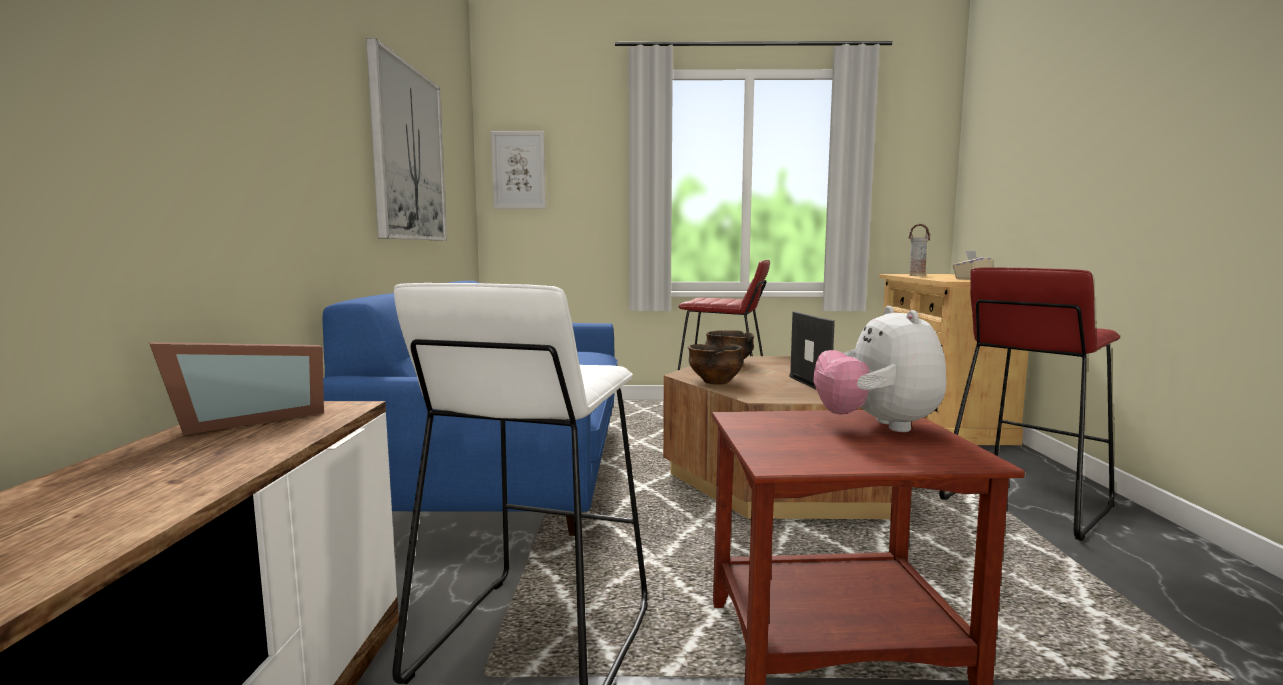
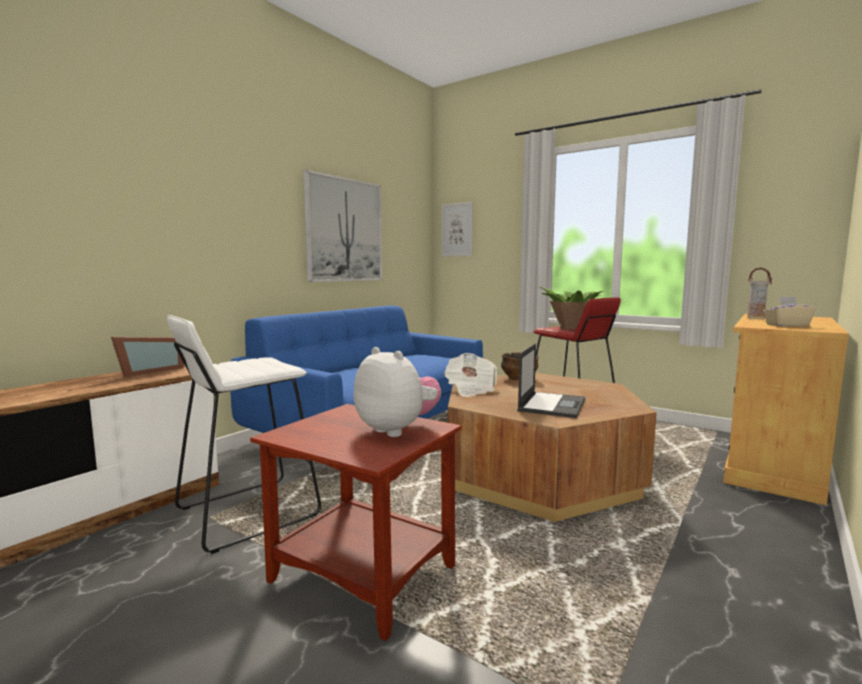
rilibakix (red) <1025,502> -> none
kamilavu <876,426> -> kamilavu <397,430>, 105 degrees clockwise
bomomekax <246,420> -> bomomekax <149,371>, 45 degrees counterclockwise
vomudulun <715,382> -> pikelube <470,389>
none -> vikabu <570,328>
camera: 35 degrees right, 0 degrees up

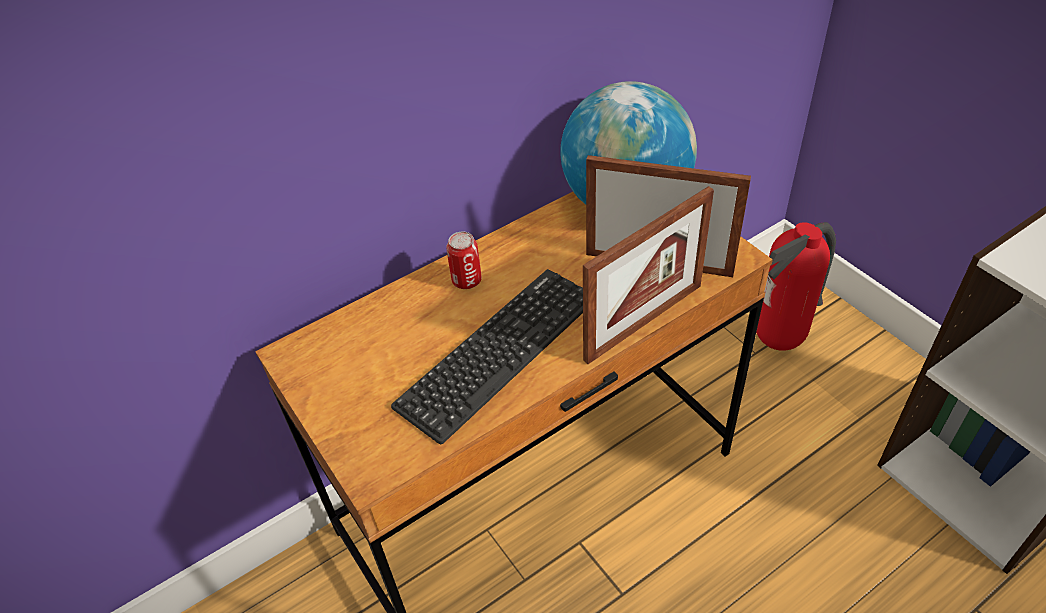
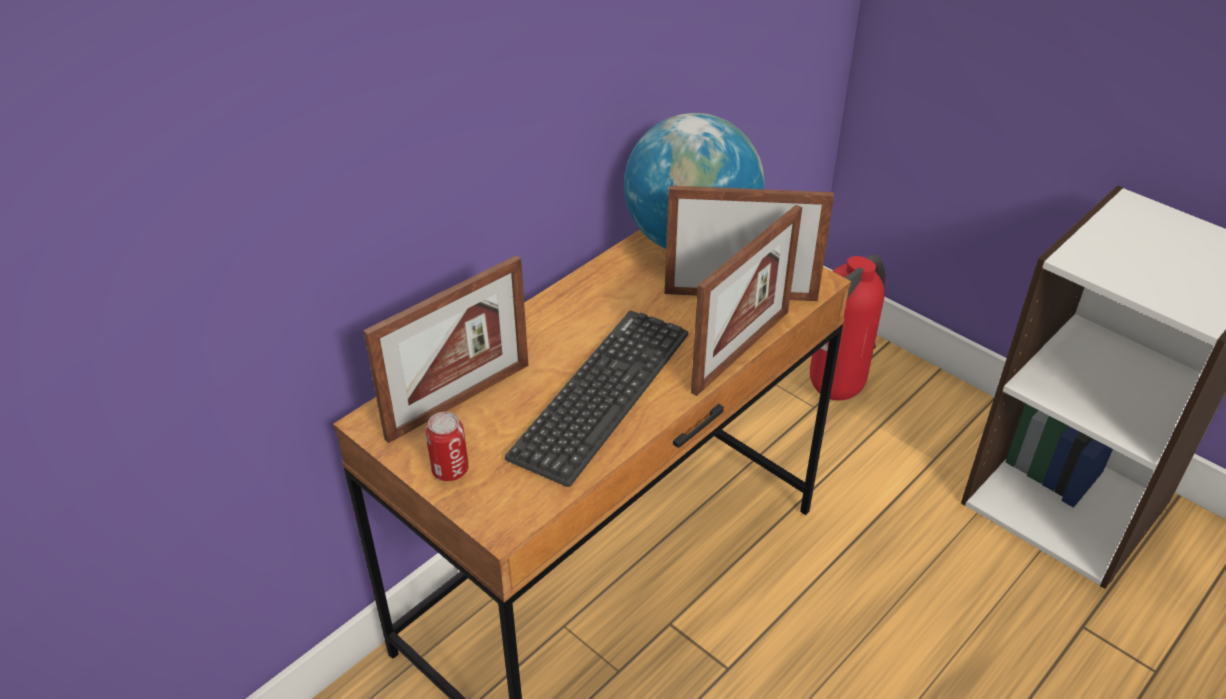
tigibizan <466,280> -> tigibizan <450,470>, shifted
none -> bomomekax <459,401>
camera: 15 degrees left, 5 degrees down

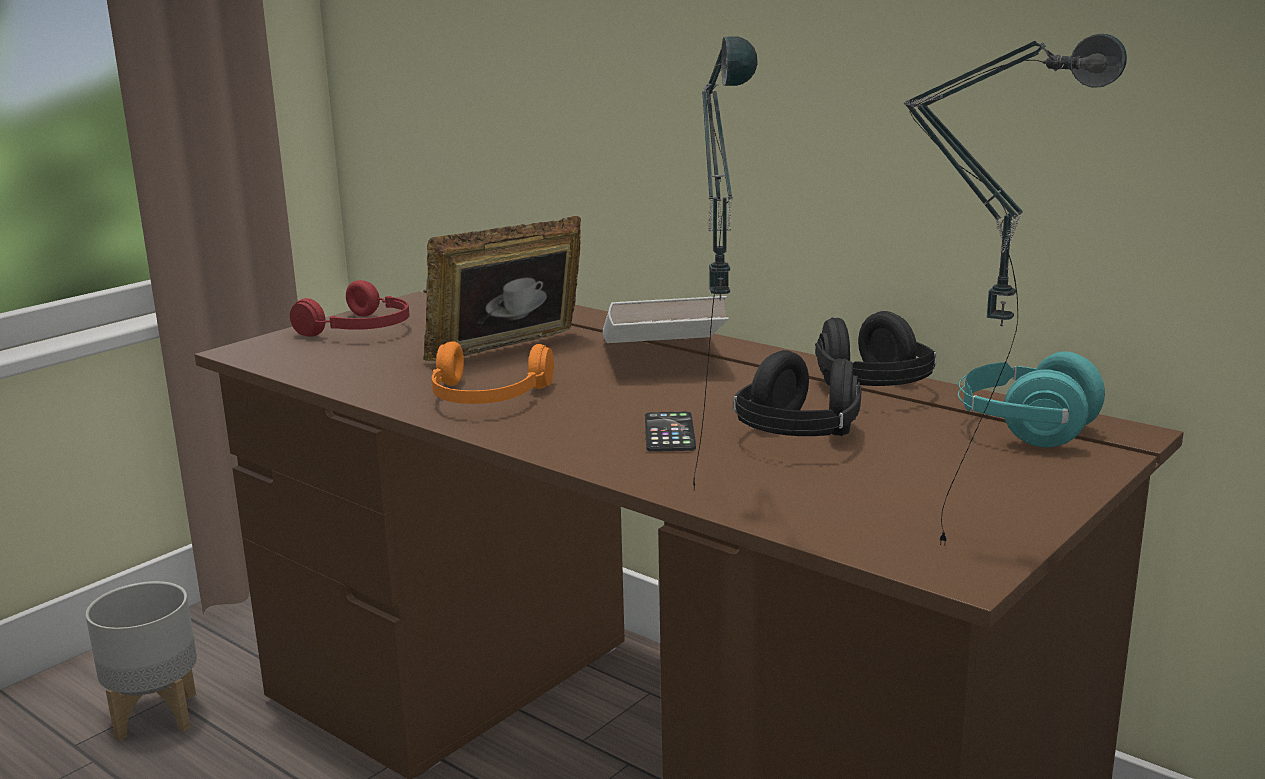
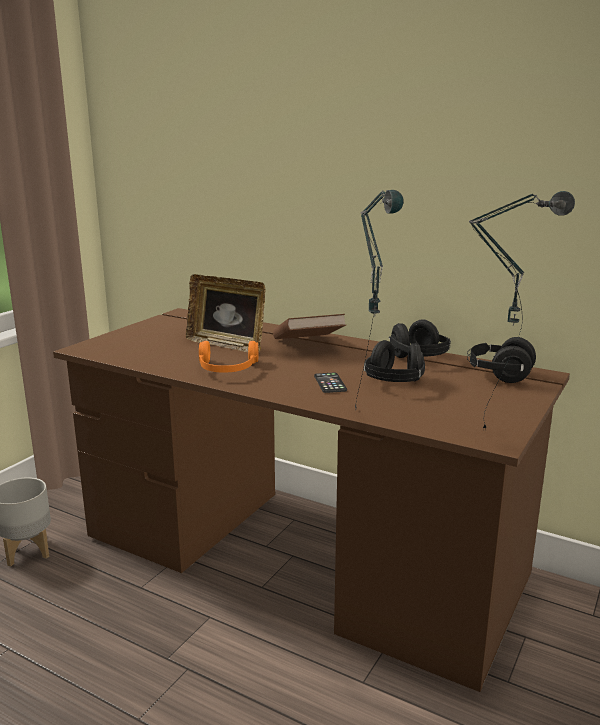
bomomekax <510,351> -> bomomekax <227,345>, 105 degrees counterclockwise
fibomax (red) <361,329> -> none
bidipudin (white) <662,358> -> bidipudin (brown) <307,346>
fibomax (turquoise) <1024,430> -> fibomax (black) <498,375>
camera: 10 degrees left, 0 degrees up

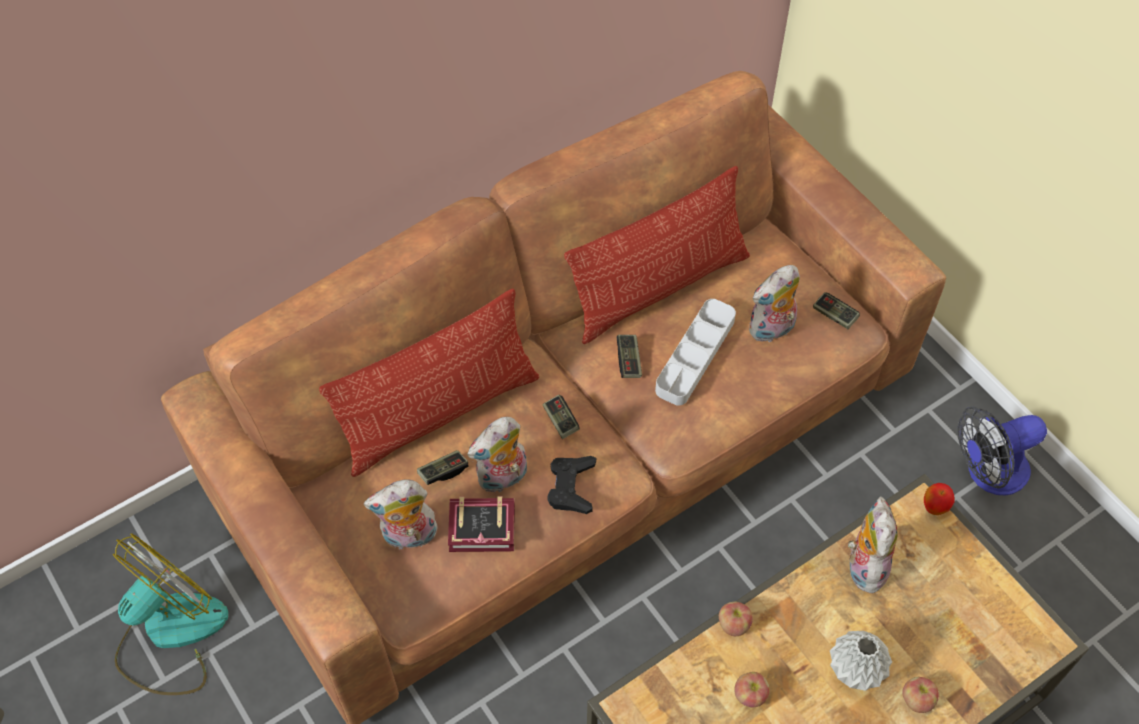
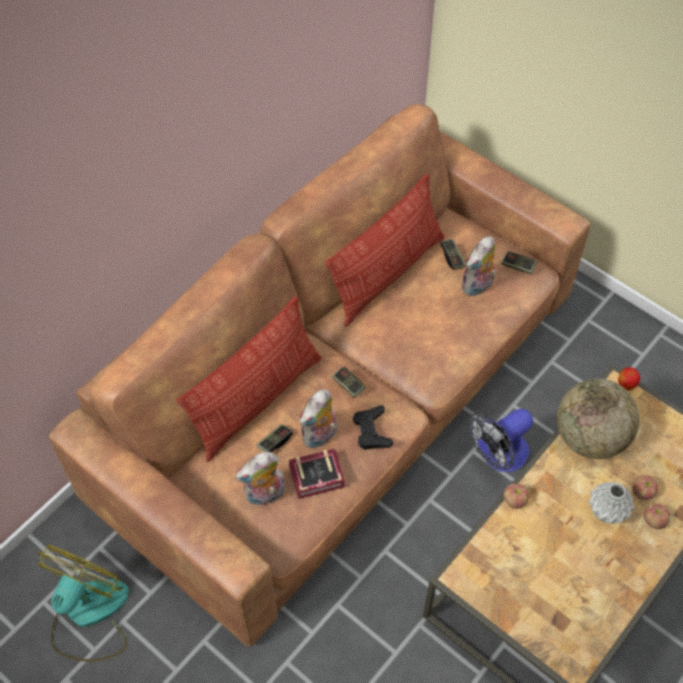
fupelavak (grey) <695,355> -> none
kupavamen <628,360> -> kupavamen <452,257>, shifted
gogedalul <988,473> -> gogedalul <498,456>, shifted
kamilavu <863,565> -> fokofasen <590,437>
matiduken <750,695> -> matiduken <642,492>, shifted
camera: 15 degrees left, 0 degrees up

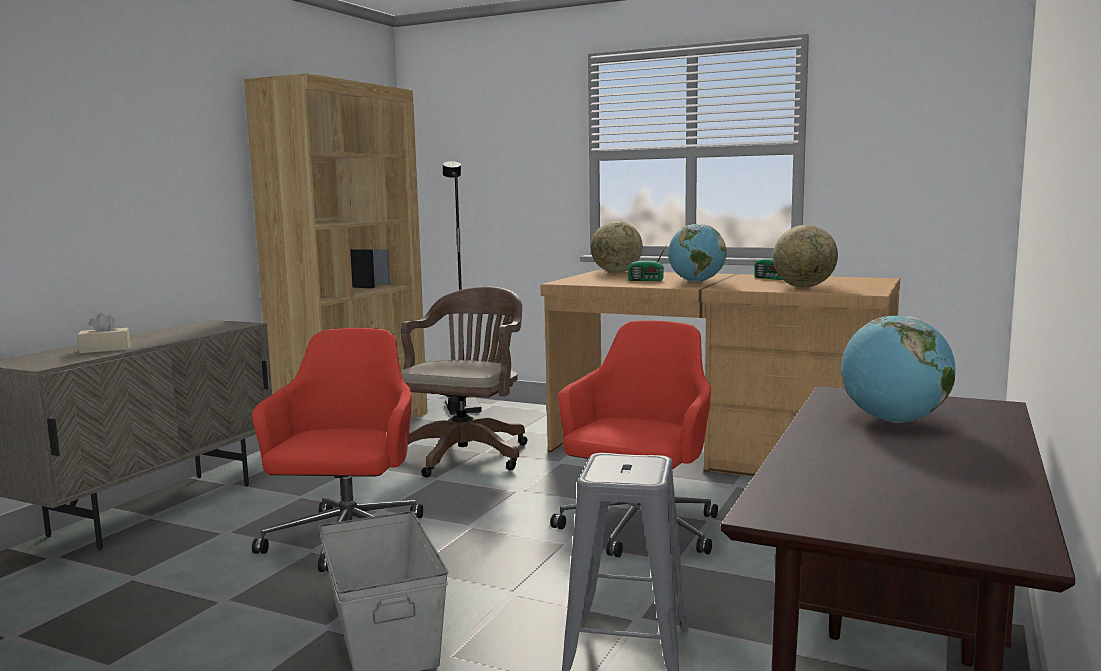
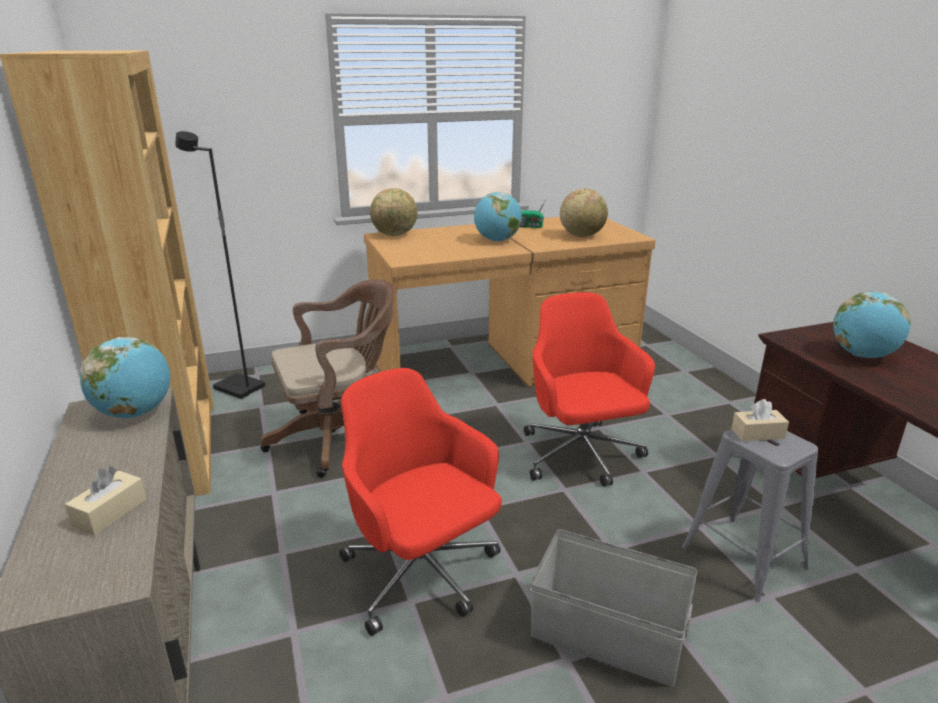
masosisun <646,280> -> none
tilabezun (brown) <466,453> -> tilabezun (brown) <339,437>, 90 degrees clockwise
none -> fokofasen <135,413>
none -> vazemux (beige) <757,433>
camera: 45 degrees left, 15 degrees up

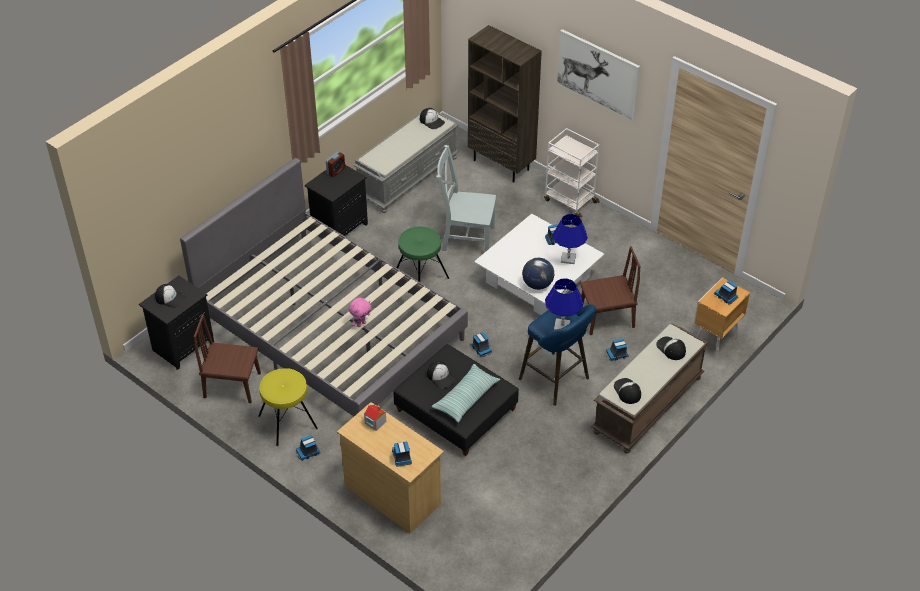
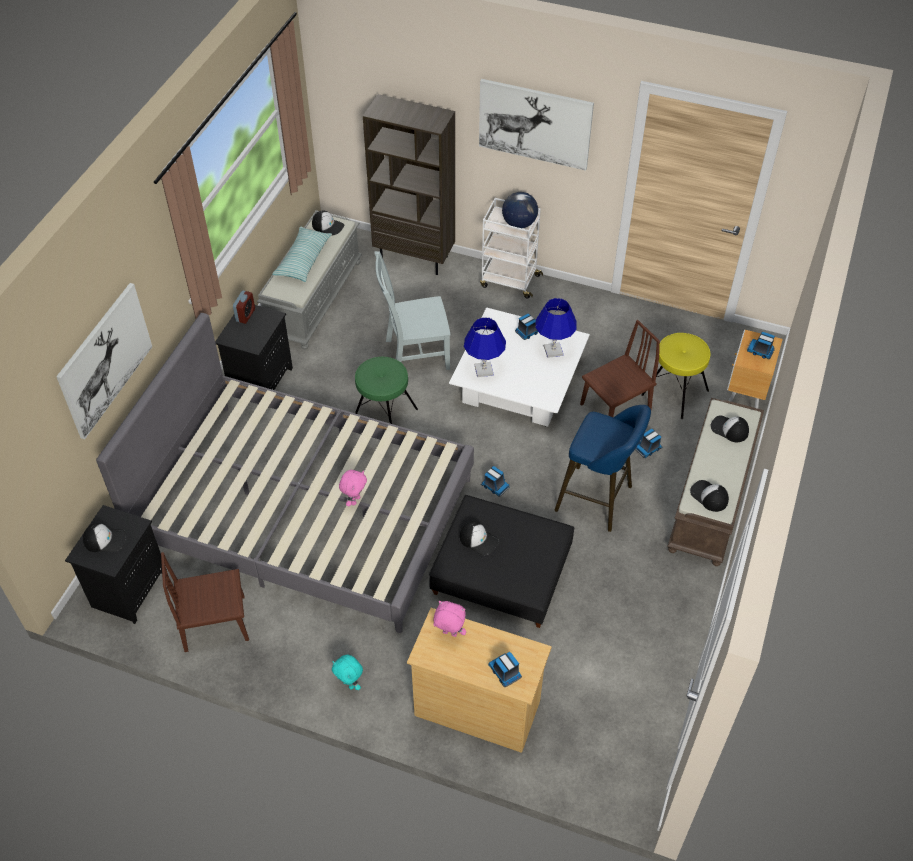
fokofasen <537,284> -> fokofasen <519,223>, shifted
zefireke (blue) <562,326> -> zefireke (blue) <484,370>, shifted
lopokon <466,398> -> lopokon <303,260>, shifted
rilibakix (yellow) <288,422> -> rilibakix (yellow) <675,392>, shifted
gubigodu <375,422> -> kamilavu (pink) <449,634>
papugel <308,452> -> kamilavu (turquoise) <349,684>
none -> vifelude <105,360>
camera: 20 degrees left, 5 degrees up

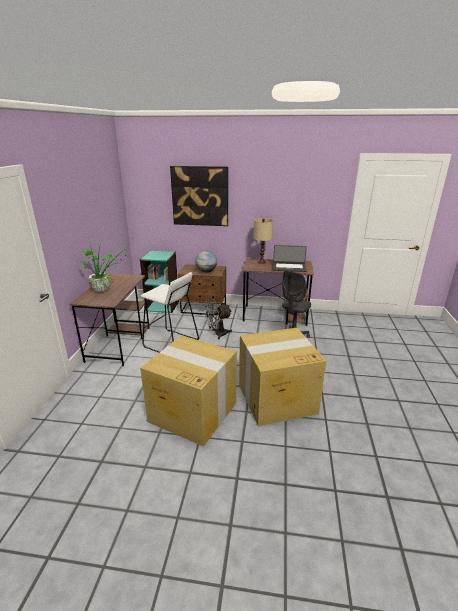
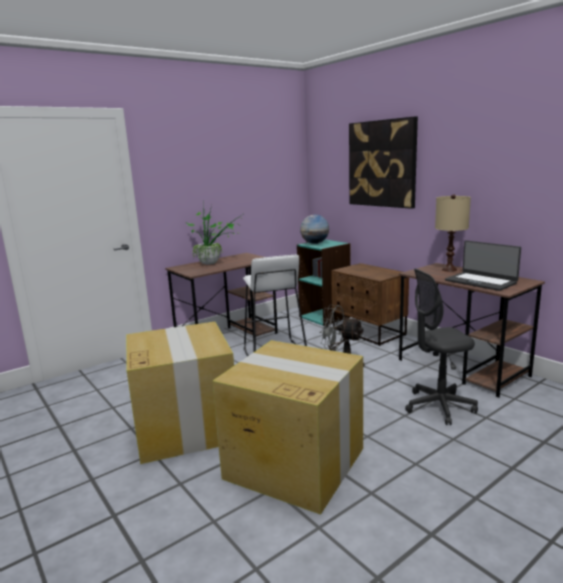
fokofasen <206,271> -> fokofasen <315,243>, shifted
camera: 45 degrees right, 10 degrees down

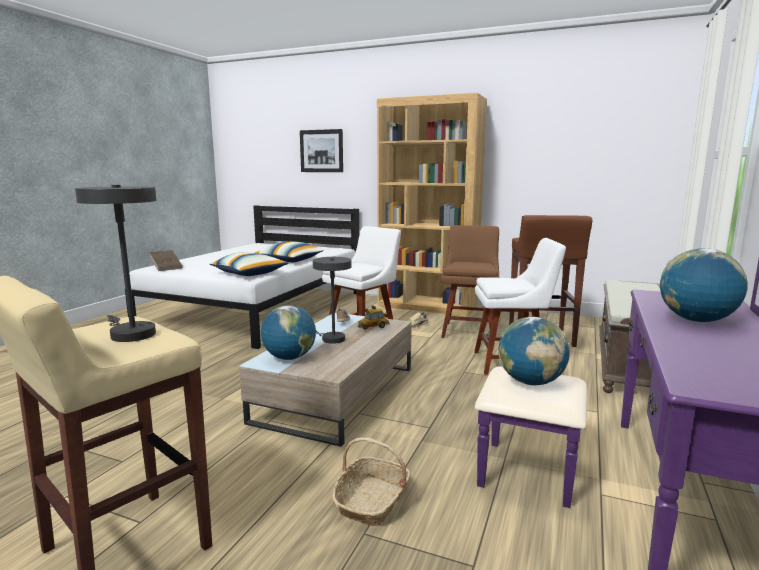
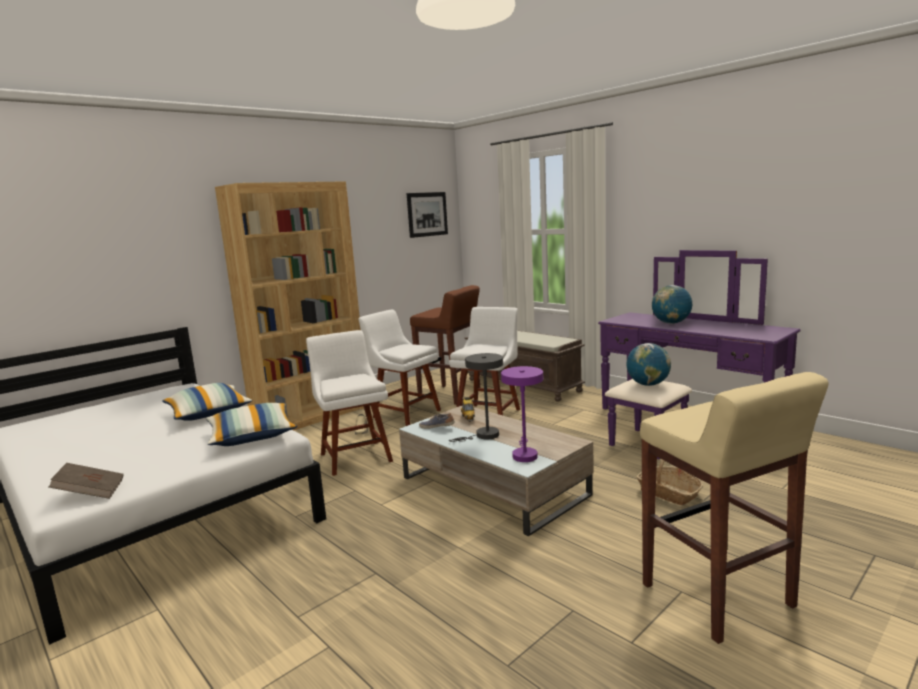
vifelude <321,151> -> vifelude <427,214>, shifted
zefireke (grey) <130,333> -> none
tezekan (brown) <469,330> -> tezekan (white) <404,413>
fokofasen <289,358> -> zefireke (purple) <524,454>
camera: 65 degrees left, 0 degrees up

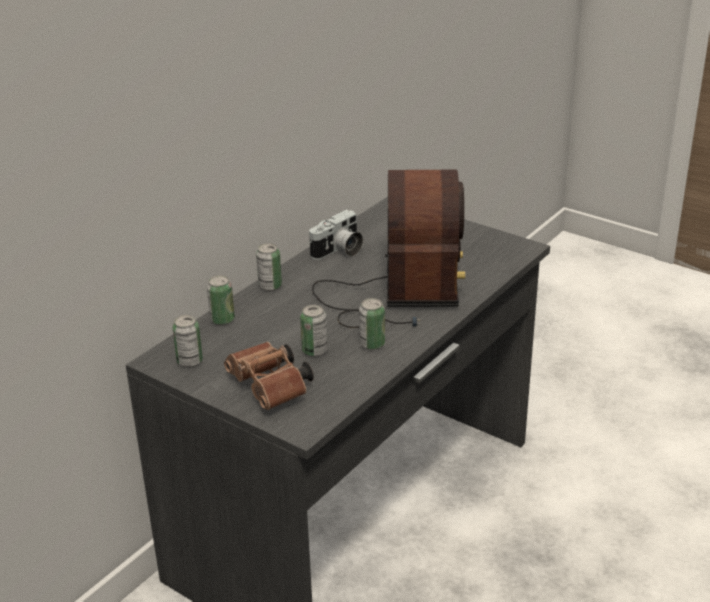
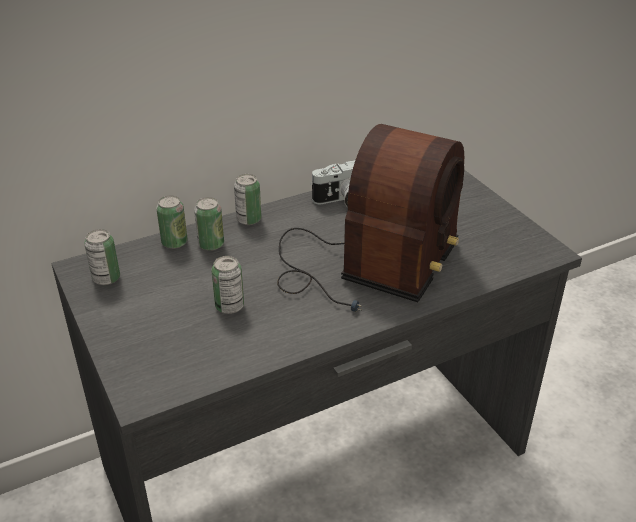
tigibizan <372,344> -> tigibizan <211,244>, shifted
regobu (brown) <271,389> -> none
camera: 25 degrees right, 5 degrees up

